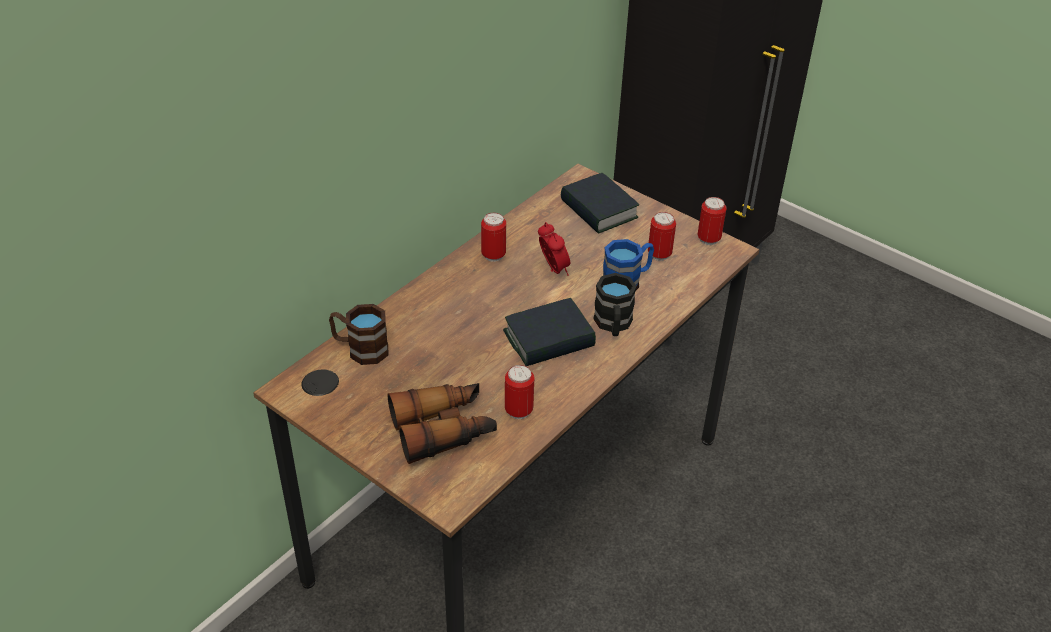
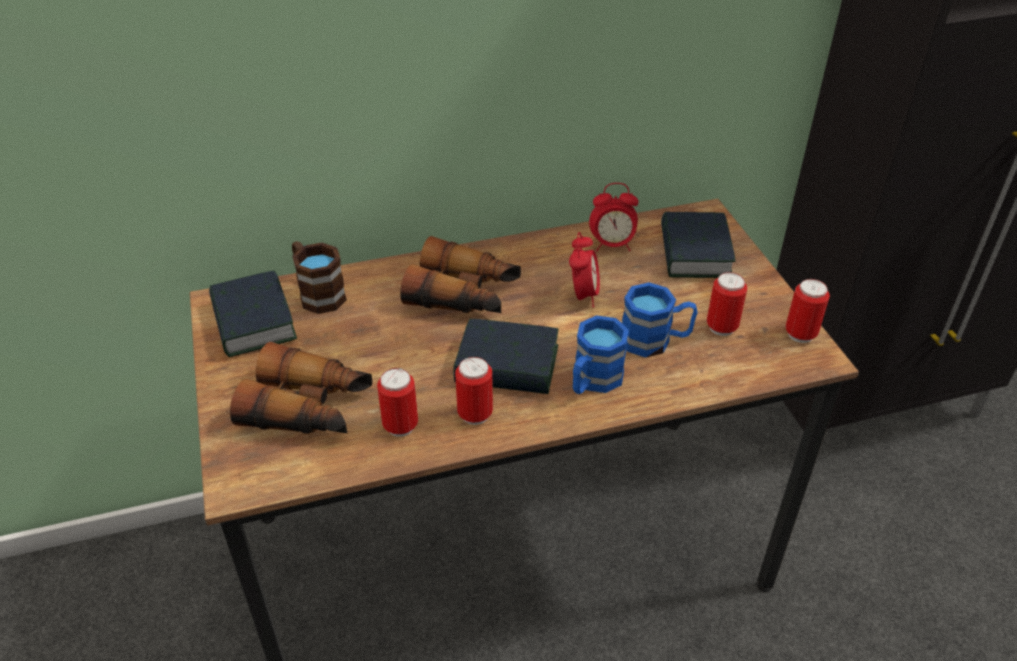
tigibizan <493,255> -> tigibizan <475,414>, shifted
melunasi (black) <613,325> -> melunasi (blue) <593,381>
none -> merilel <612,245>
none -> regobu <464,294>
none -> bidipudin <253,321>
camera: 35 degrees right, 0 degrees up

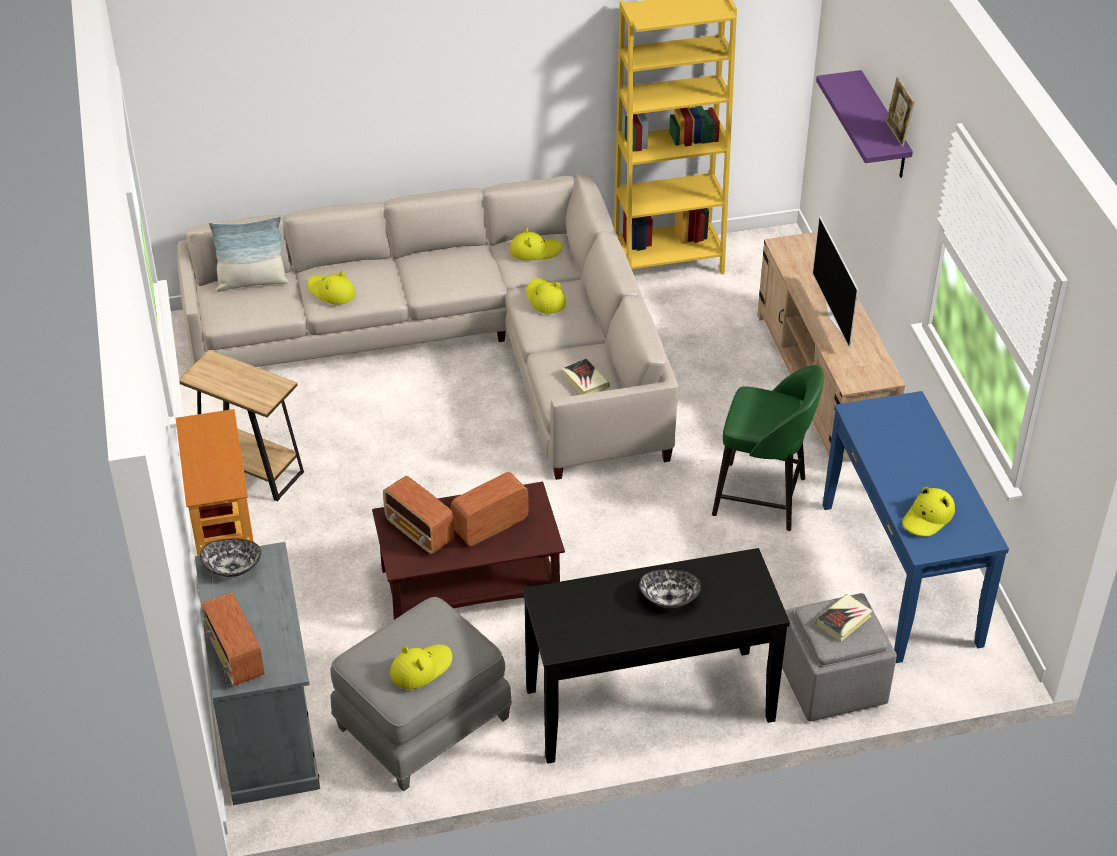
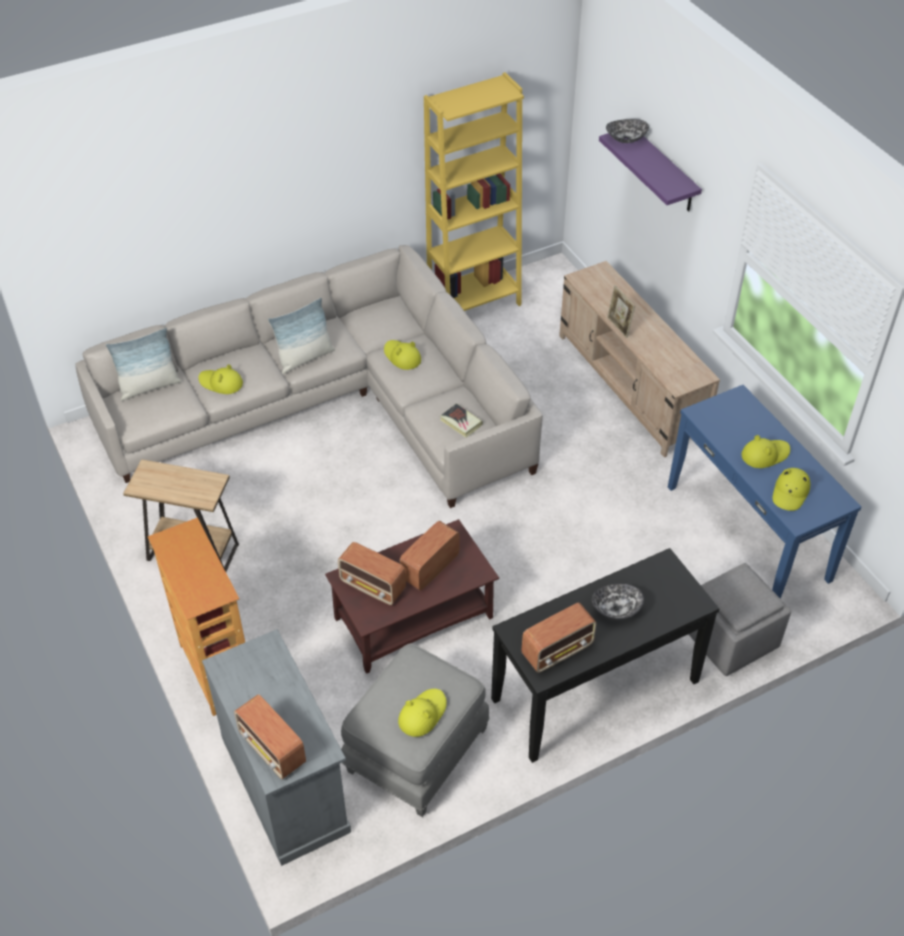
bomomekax <896,134> -> bomomekax <618,327>, shifted
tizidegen <835,317> -> none
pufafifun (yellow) <535,250> -> pufafifun (yellow) <764,454>, shifted
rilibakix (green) <762,497> -> none
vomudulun <232,568> -> vomudulun <626,139>, shifted
bidipudin <843,620> -> none
none -> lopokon <305,358>
none -> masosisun <558,650>
camera: 15 degrees left, 5 degrees up

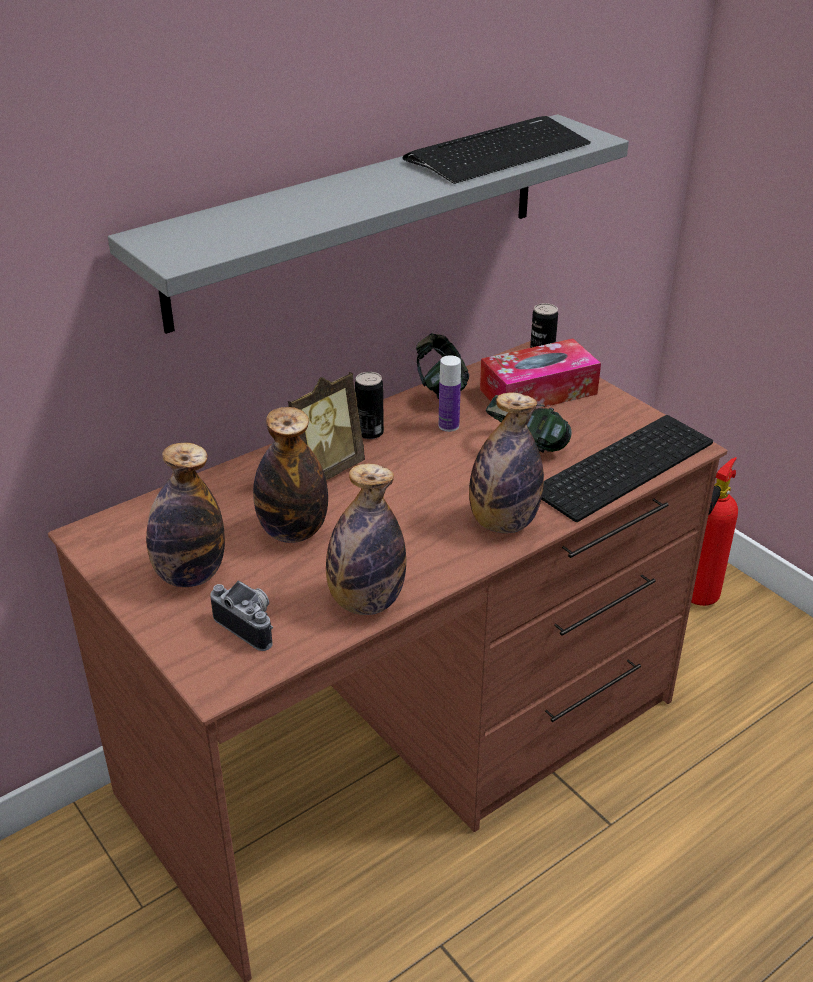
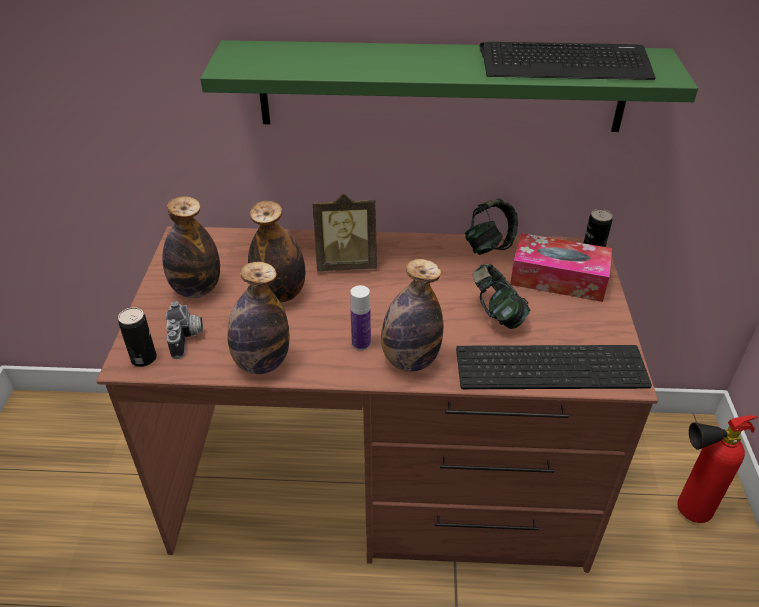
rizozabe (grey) <359,219> -> rizozabe (green) <441,87>
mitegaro <448,426> -> mitegaro <361,343>, shifted
tigibizan <370,432> -> tigibizan <144,358>, shifted
camera: 40 degrees right, 5 degrees up

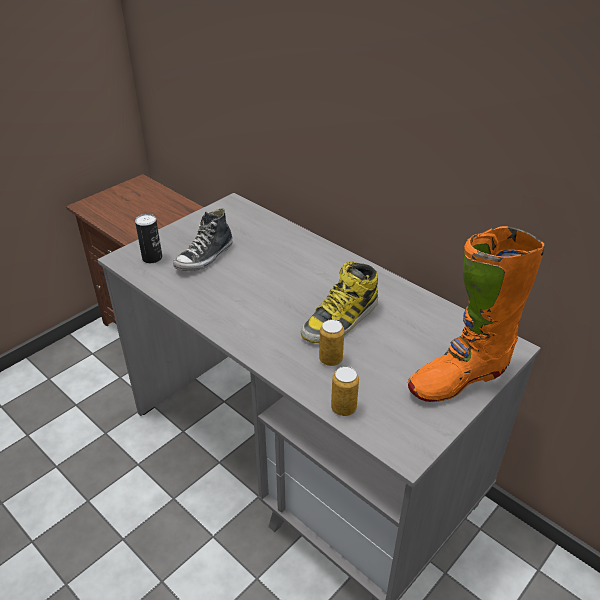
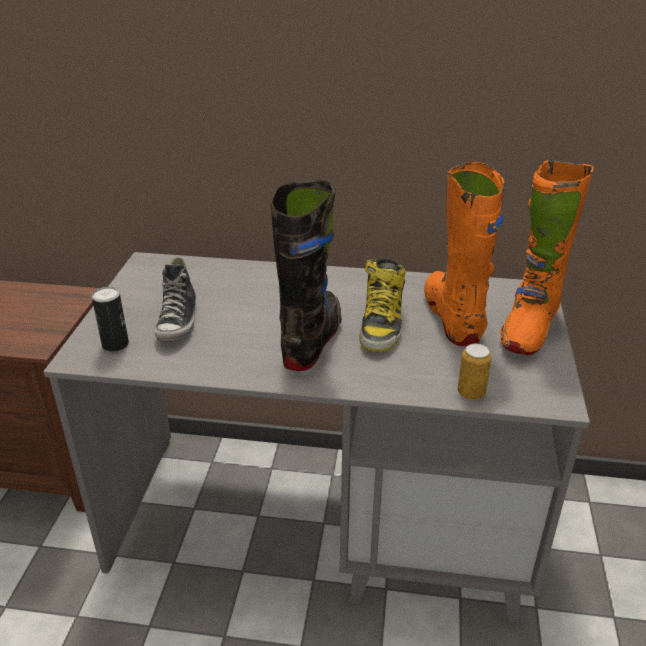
tigibizan <330,359> -> none
none -> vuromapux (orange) <452,318>
none -> vuromapux (black) <312,340>
camera: 35 degrees left, 5 degrees down

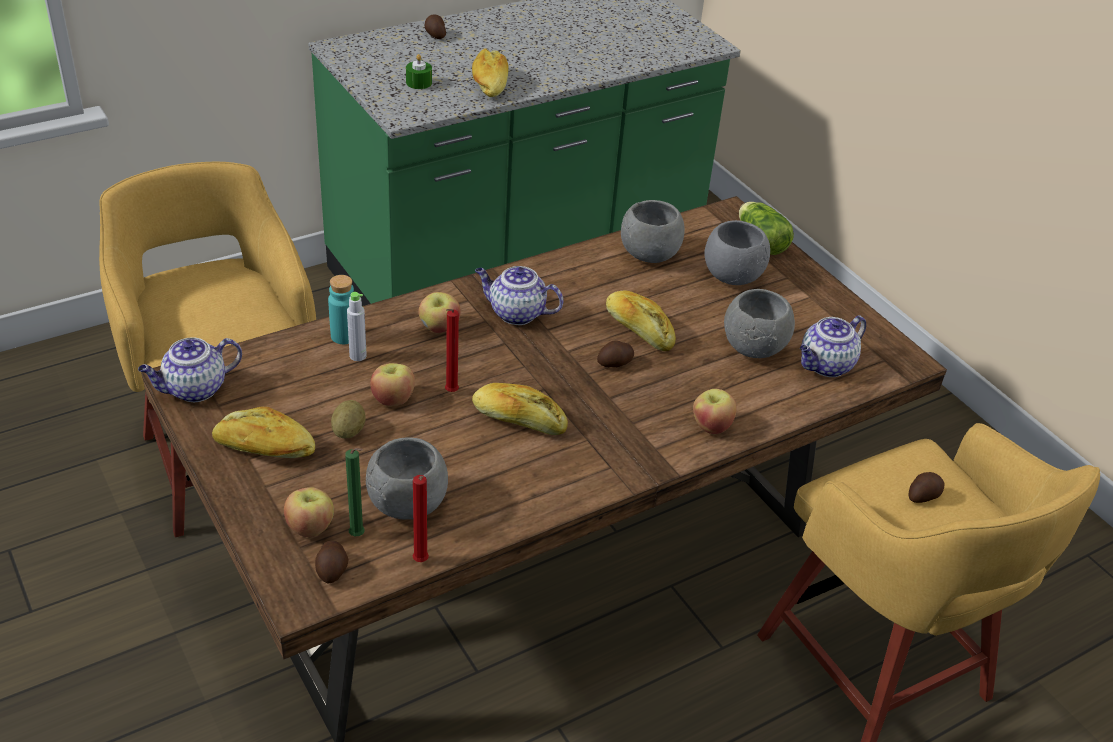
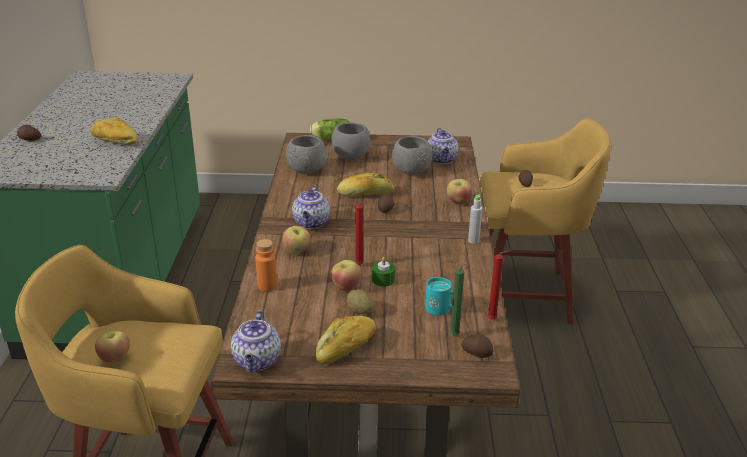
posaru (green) <419,82> -> posaru (green) <383,280>, shifted
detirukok <516,313> -> detirukok <311,223>, 45 degrees counterclockwise
mitegaro (turquoise) <344,336> -> mitegaro (orange) <267,286>
mitegaro (grey) <358,356> -> mitegaro (grey) <473,241>, shifted
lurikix <518,420> -> none
vomudulun (grey) <408,504> -> melunasi (turquoise) <443,309>
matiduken <310,527> -> matiduken <115,357>, shifted
camera: 55 degrees left, 10 degrees down

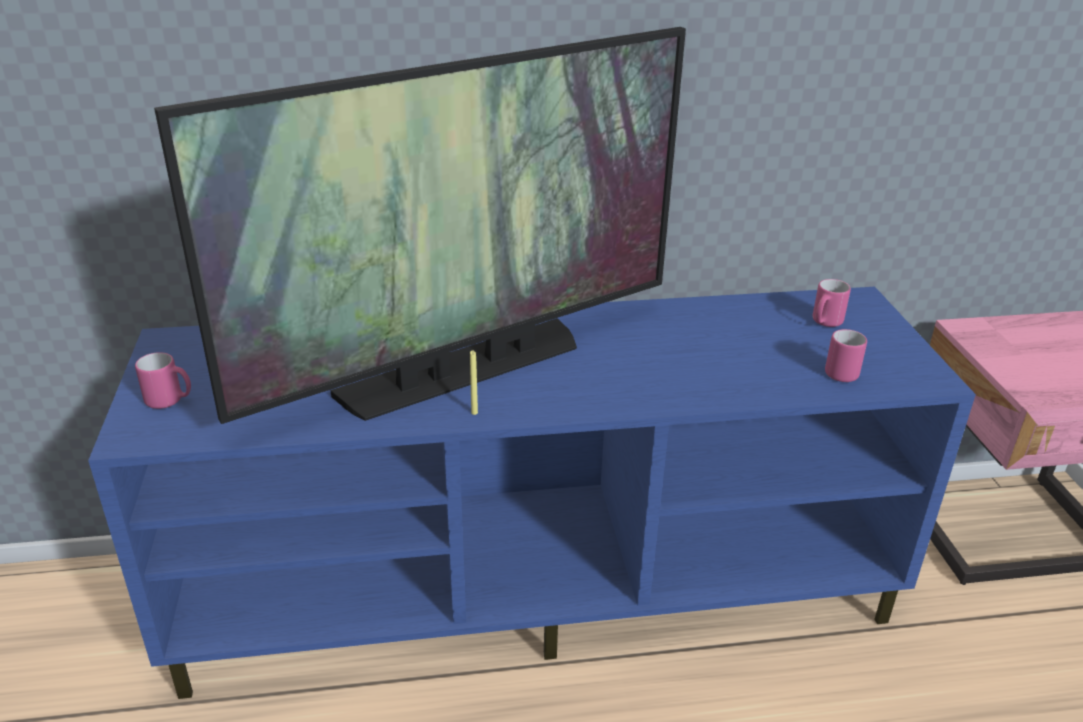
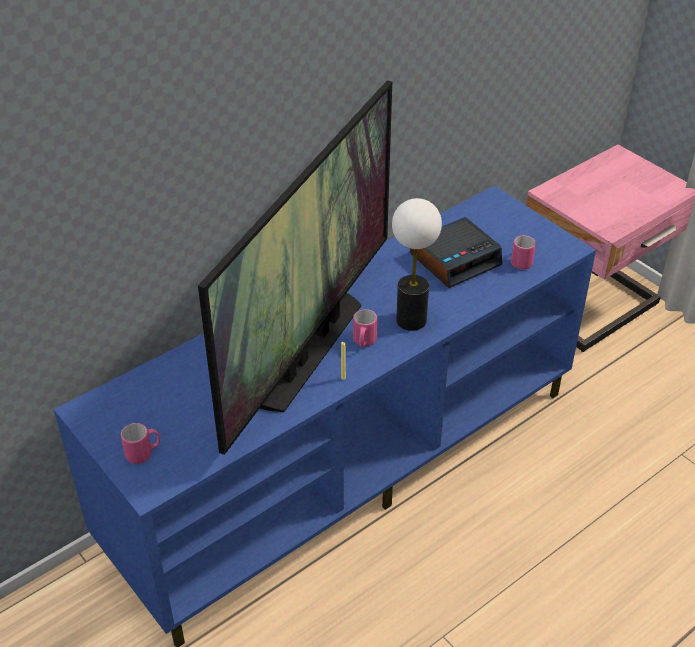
melunasi (pink) <824,323> -> melunasi (pink) <364,342>, shifted
none -> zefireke <411,320>
none -> merilel <455,259>
camera: 30 degrees left, 10 degrees up

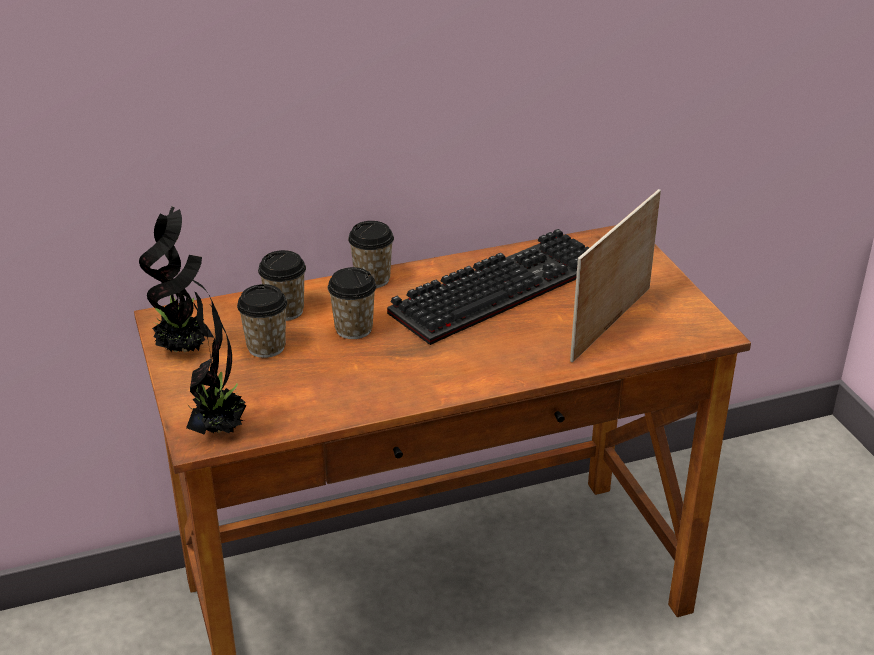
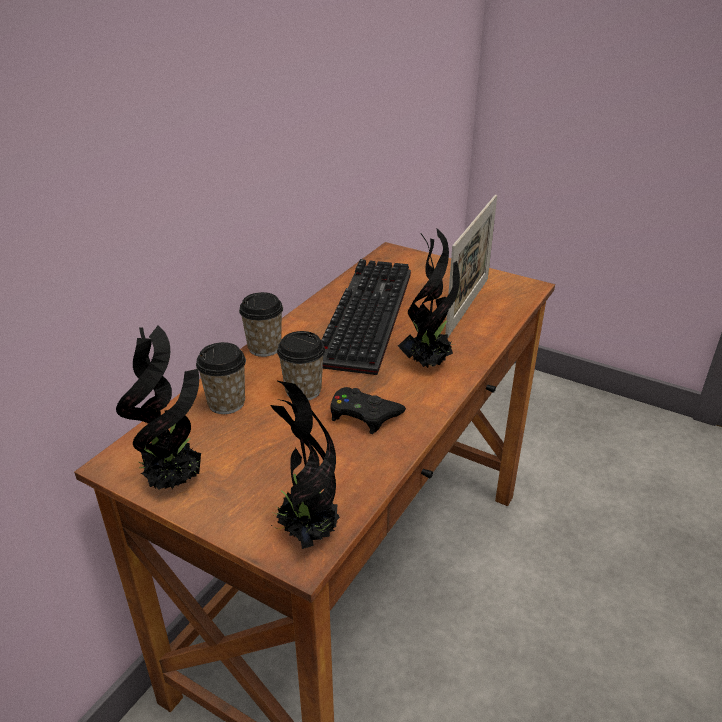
bomomekax <611,323> -> bomomekax <467,307>, 150 degrees counterclockwise
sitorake <266,347> -> none
none -> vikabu <429,363>
none -> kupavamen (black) <364,414>
camera: 40 degrees left, 0 degrees up

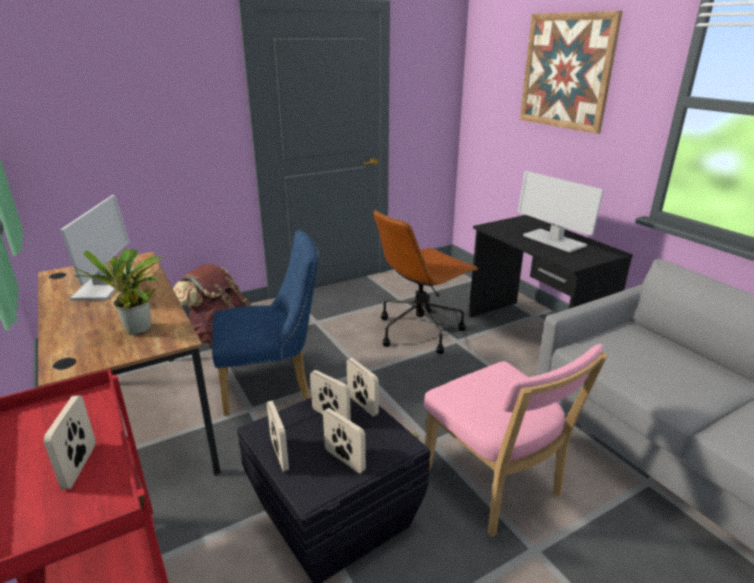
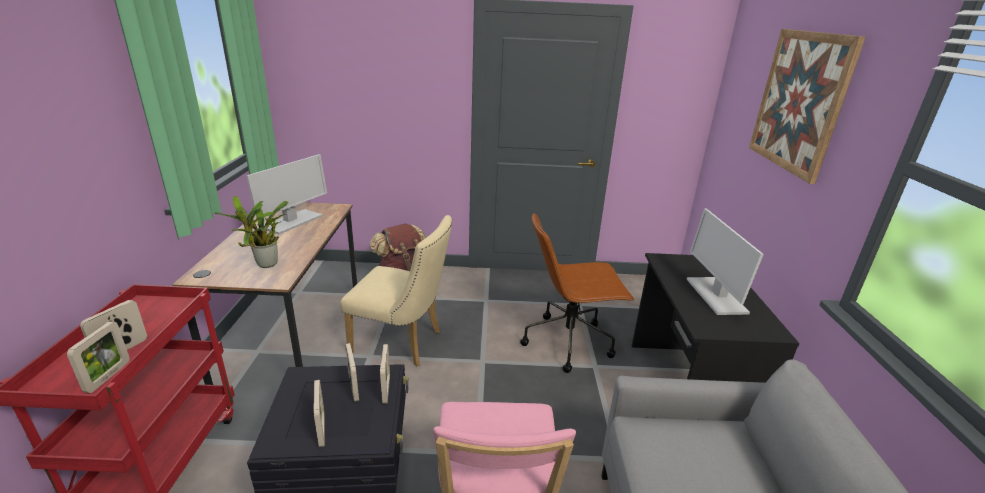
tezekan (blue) <273,386> -> tezekan (beige) <403,343>
bomomekax <279,455> -> bomomekax <108,376>, shifted
camera: 30 degrees right, 0 degrees up

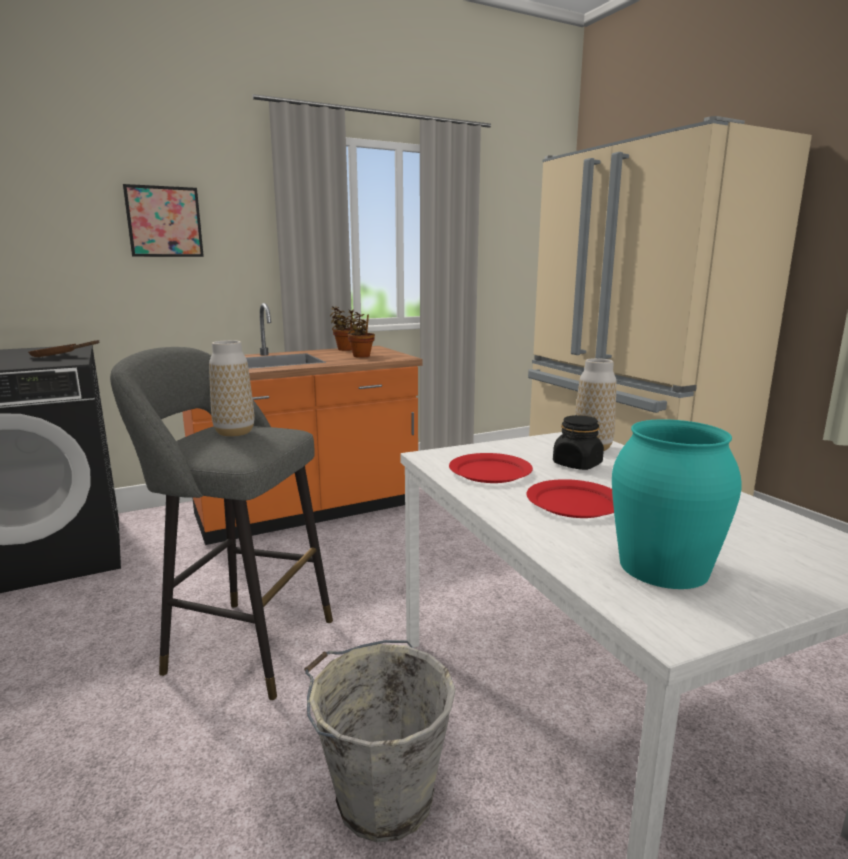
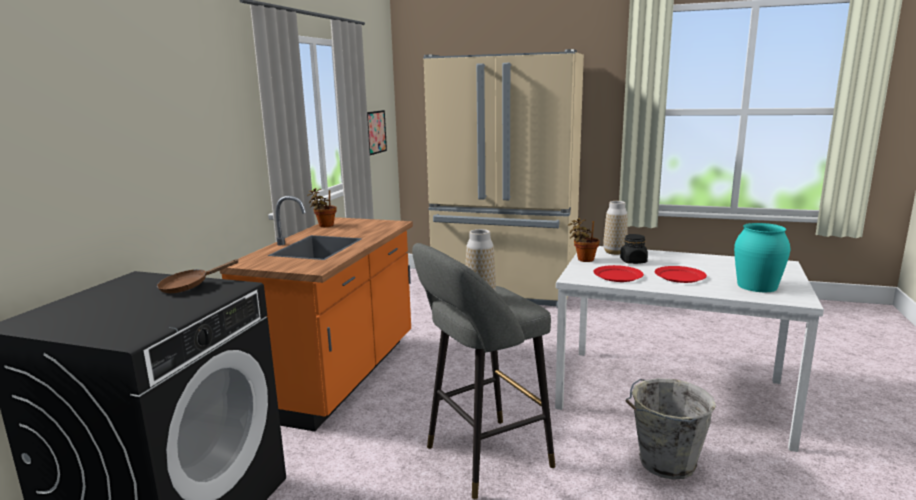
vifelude <164,222> -> vifelude <375,132>, shifted
vikabu <360,356> -> vikabu <583,259>, shifted
camera: 45 degrees left, 0 degrees up

